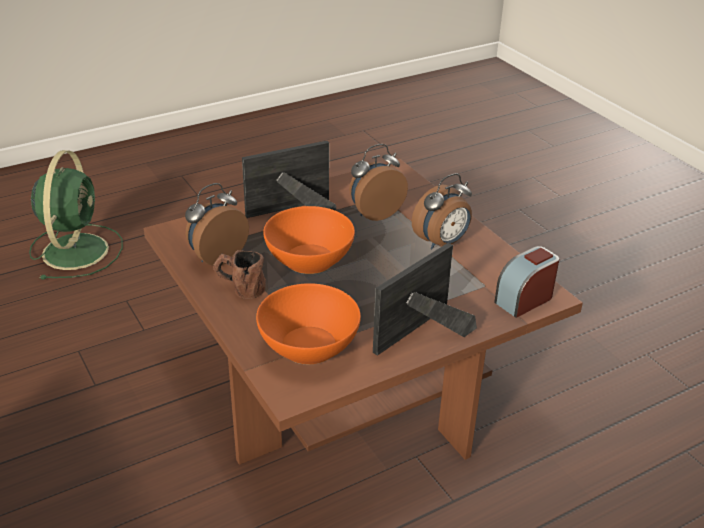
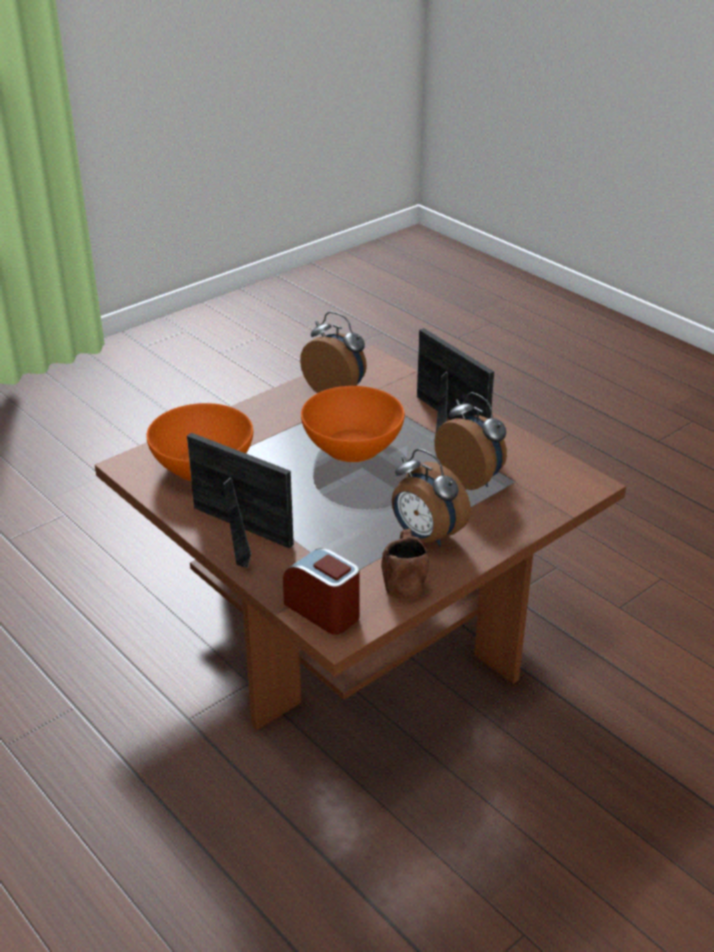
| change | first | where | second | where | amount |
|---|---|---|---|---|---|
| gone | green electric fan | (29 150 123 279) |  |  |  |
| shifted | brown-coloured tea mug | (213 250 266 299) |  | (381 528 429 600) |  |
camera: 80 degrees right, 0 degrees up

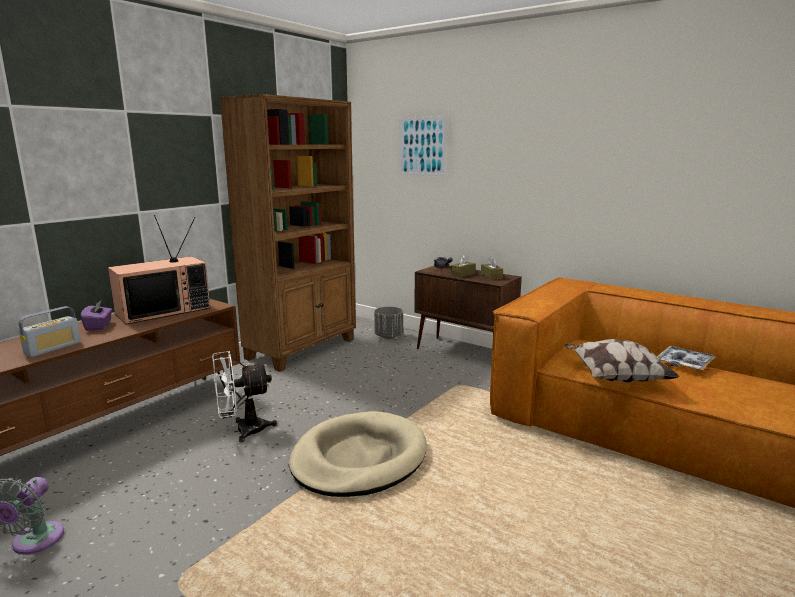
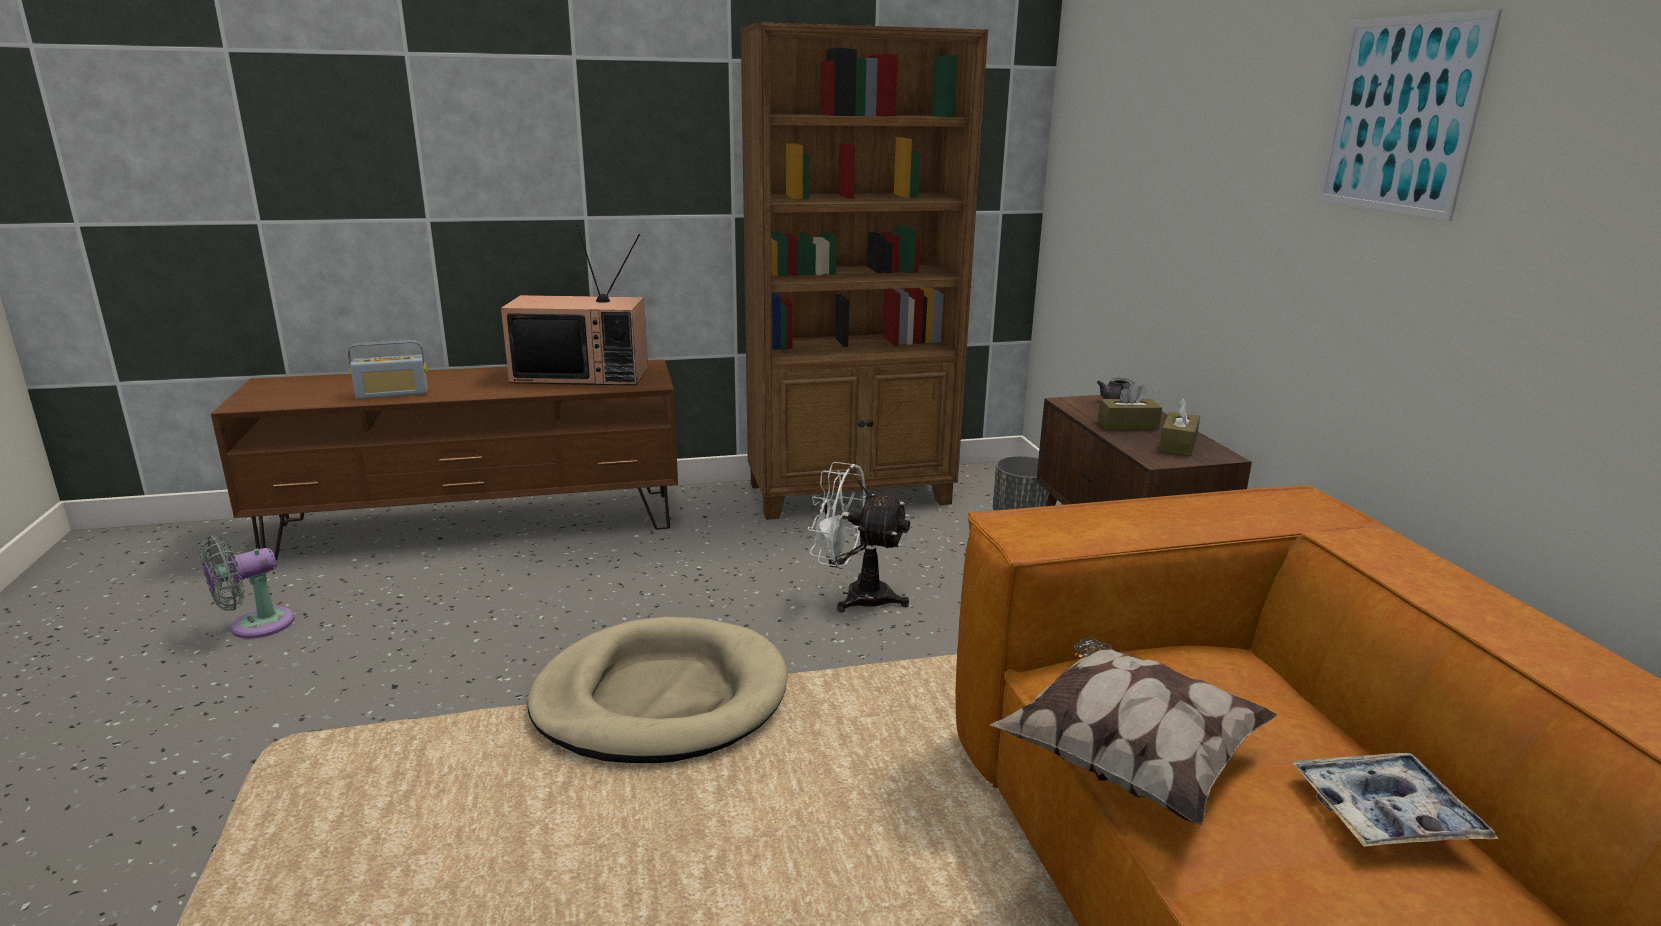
| change | first | where | second | where | amount |
|---|---|---|---|---|---|
| gone | purple tissue holder | (80 301 112 331) |  |  |  |
| shifted | white-coloured electric fan | (212 351 277 443) |  | (807 462 910 612) |  |
| shifted | wall art | (399 116 447 176) |  | (1318 9 1503 221) |  |
camera: 40 degrees right, 5 degrees up

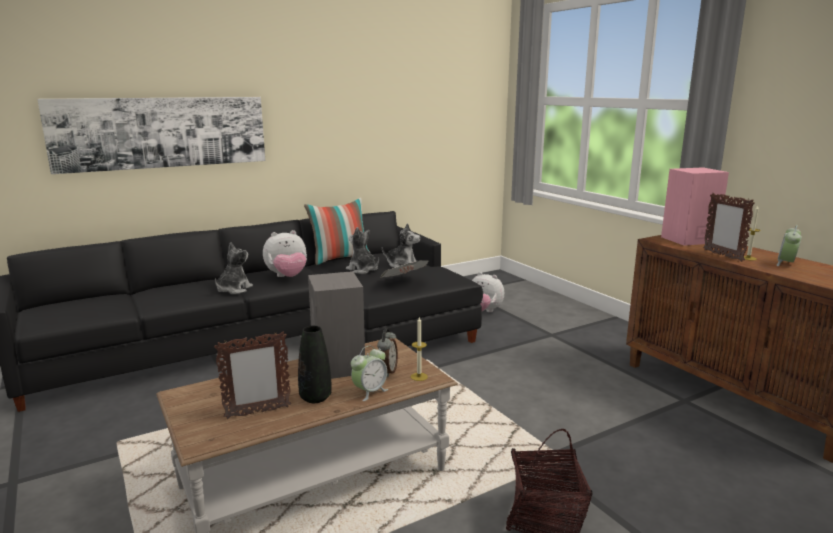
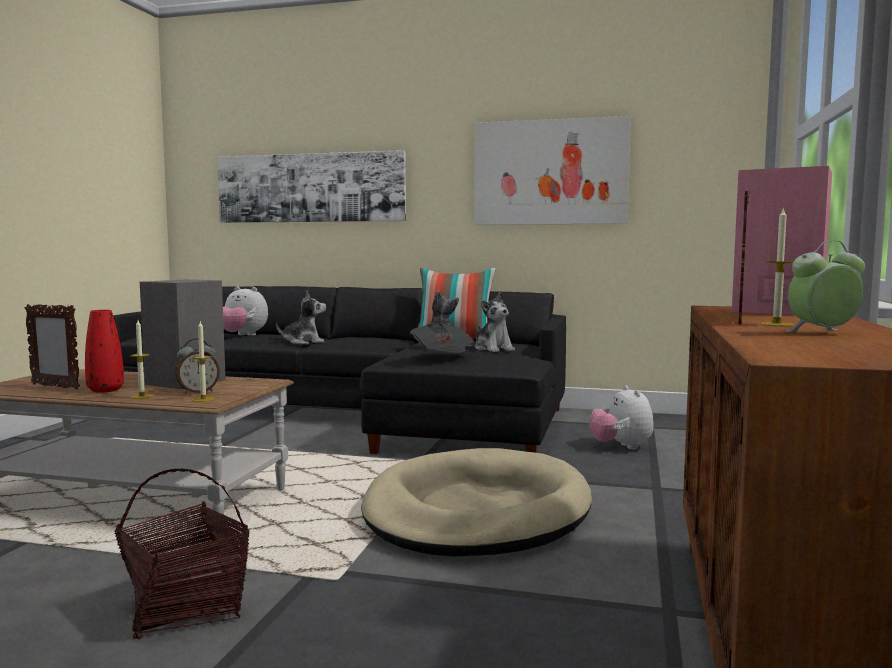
| change | first | where | second | where | amount |
|---|---|---|---|---|---|
| new |  |  | beige pet bed | (361 448 592 557) |  |
| new |  |  | wall art | (474 116 631 225) |  |
| shifted | plush toy | (263 230 307 277) |  | (223 287 268 336) |  |
| swapped | alarm clock | (351 345 388 401) | candle | (130 320 153 399) |  |
| repainted | black vase | (298 326 332 403) | red vase | (85 310 124 393) |  |
camera: 45 degrees right, 10 degrees down

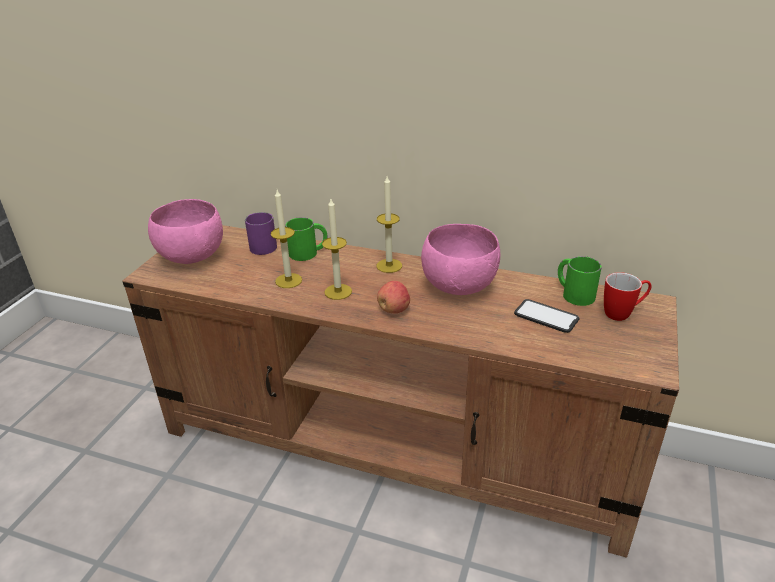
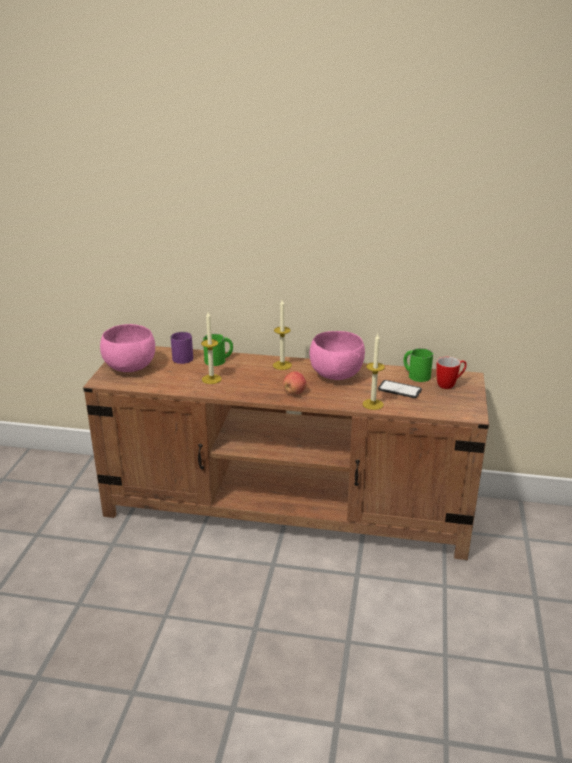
| change | first | where | second | where | amount |
|---|---|---|---|---|---|
| shifted | candle | (322 199 352 300) |  | (363 334 385 410) |  |
camera: 10 degrees left, 5 degrees down

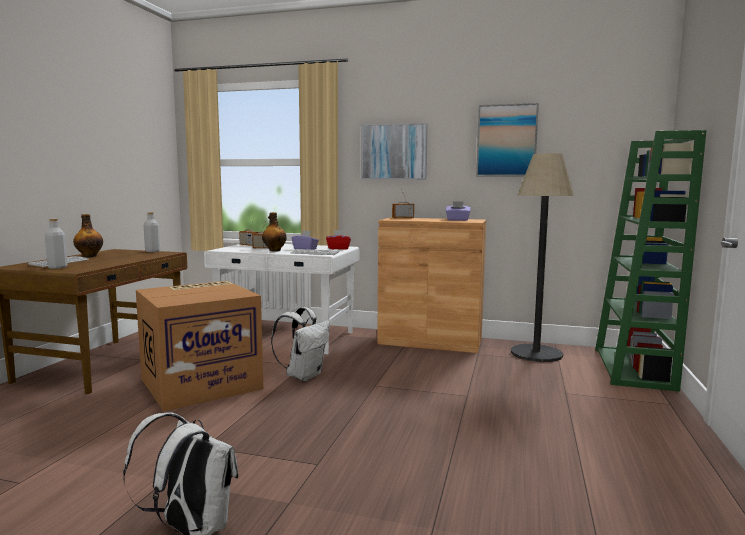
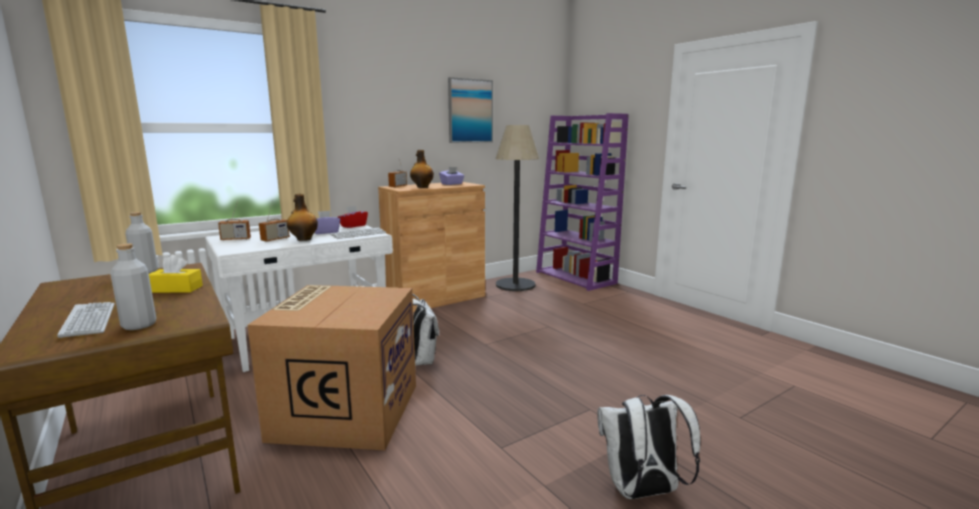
| change | first | where | second | where | amount |
|---|---|---|---|---|---|
| gone | wall art | (361 123 428 179) |  |  |  |
| new |  |  | yellow tissue holder | (149 255 203 293) |  |
| shifted | bottle | (73 214 103 257) |  | (410 150 434 188) |  |
| repainted | green shelving unit | (595 130 707 392) | purple shelving unit | (536 113 629 291) |  |
camera: 50 degrees left, 5 degrees up

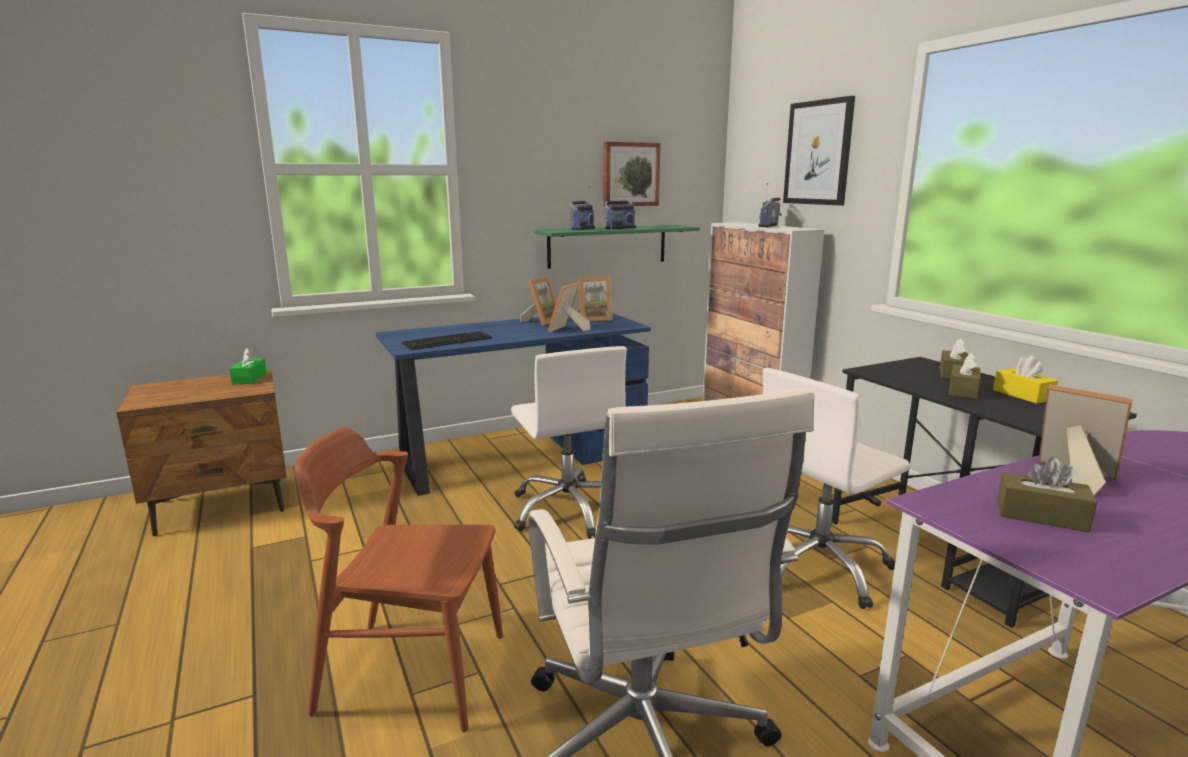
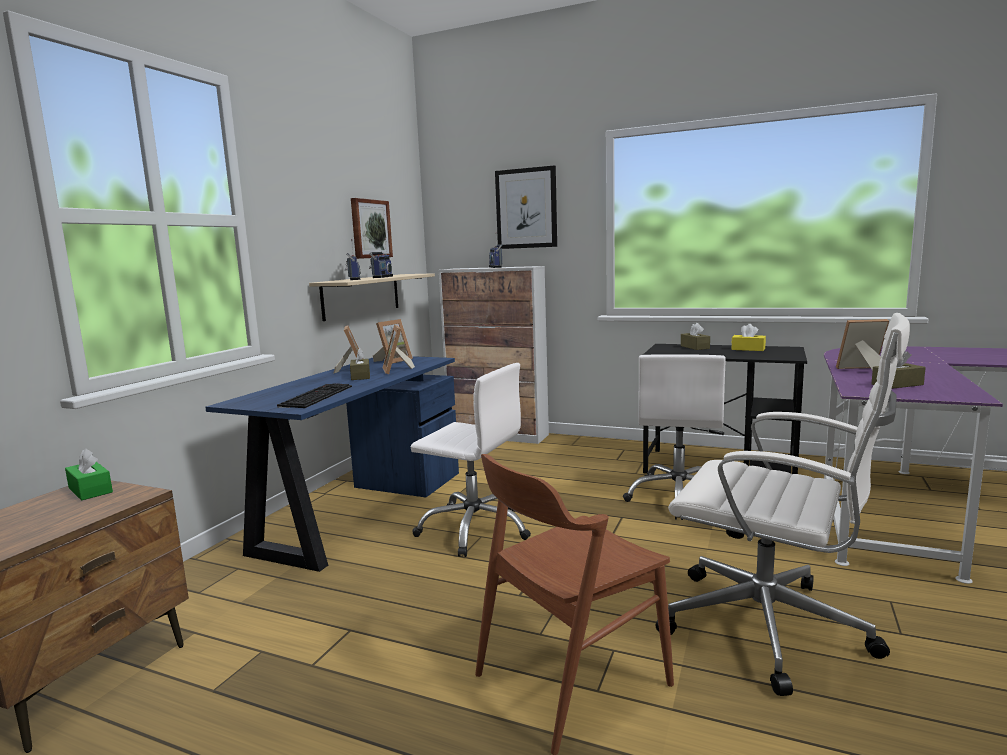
| change | first | where | second | where | amount |
|---|---|---|---|---|---|
| shifted | brown-coloured tissue holder | (949 352 981 399) |  | (350 348 370 380) |  |
| repainted | green bracket shelf | (533 225 700 269) | beige bracket shelf | (309 273 435 321) |  |
camera: 40 degrees left, 5 degrees down

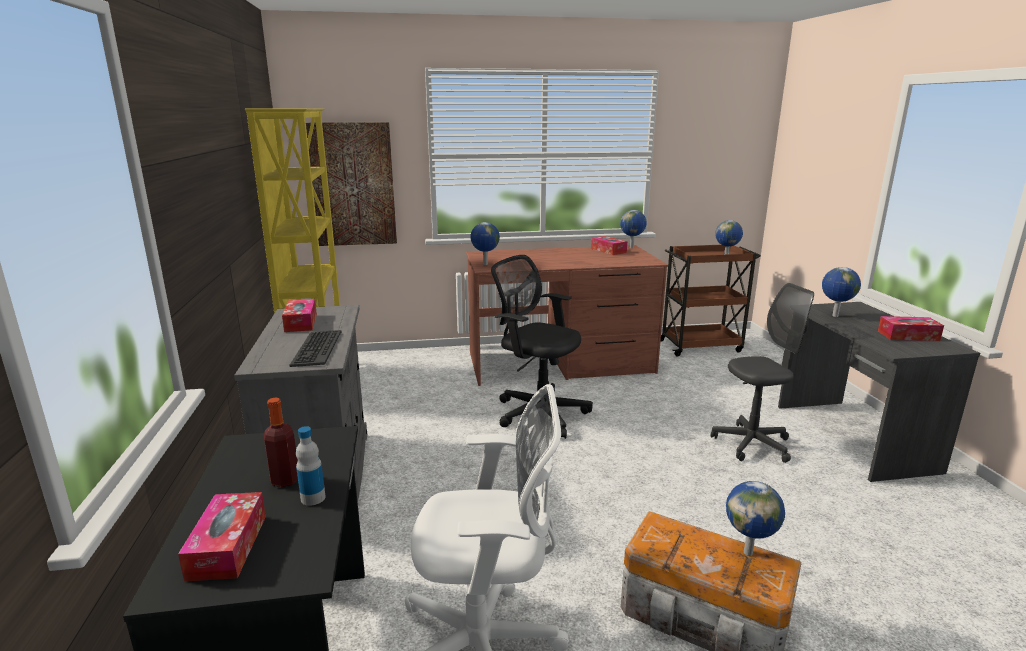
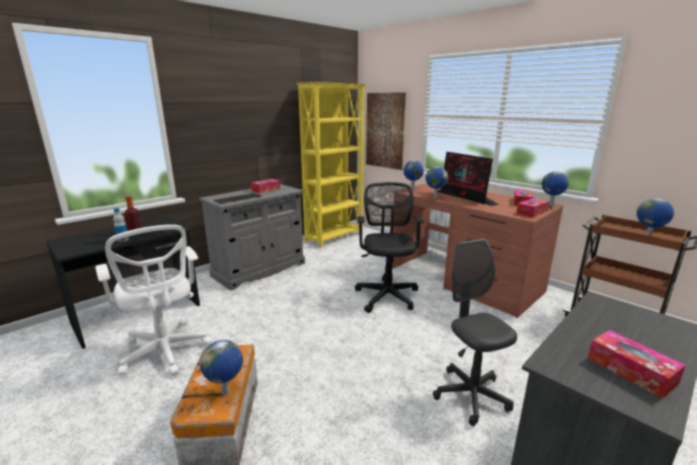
| change | first | where | second | where | amount |
|---|---|---|---|---|---|
| new |  |  | computer display | (438 152 499 206) |  |
| shifted | tissue holder | (178 492 266 582) |  | (516 198 549 218) |  |
| shifted | globe | (822 267 861 317) |  | (426 166 448 199) |  |
| rotated | grey desk chair | (711 283 814 463) |  | (433 239 517 426) | 150 degrees counterclockwise |
camera: 55 degrees right, 0 degrees up

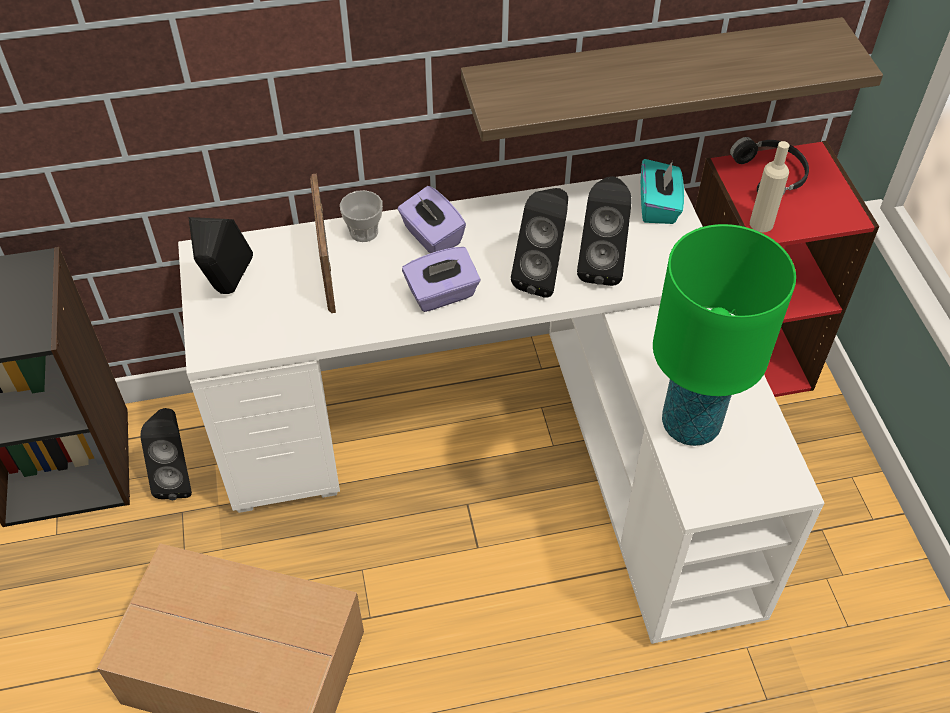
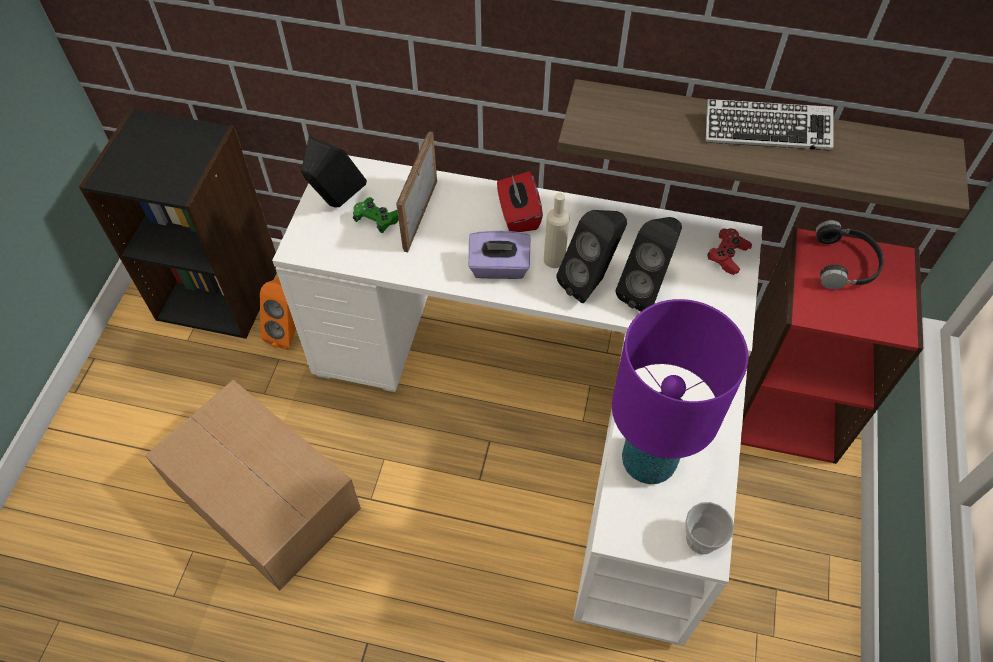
| change | first | where | second | where | amount |
|---|---|---|---|---|---|
| new |  |  | green joypad | (353 197 399 233) |  |
| new |  |  | keyboard | (705 99 834 151) |  |
| shifted | cup | (340 190 383 242) |  | (685 502 734 555) |  |
| shifted | beige bottle | (750 141 789 232) |  | (544 193 570 268) |  |
| swapped | turquoise-coloured tissue holder | (641 159 684 224) | red joypad | (707 228 752 275) |  |
| repainted | black speaker | (140 408 192 500) | orangey speaker | (260 278 296 350) |  |
| repainted | purple tissue holder | (398 186 466 253) | red tissue holder | (497 171 543 232) |  |
| repainted | green lamp for a table | (653 224 796 446) | purple lamp for a table | (612 299 748 484) |  |
camera: 25 degrees right, 5 degrees up

